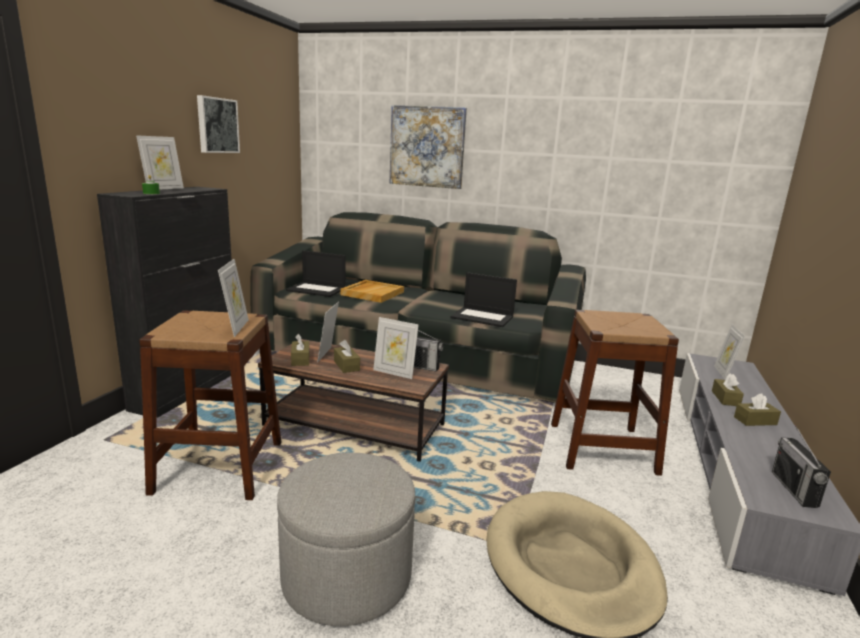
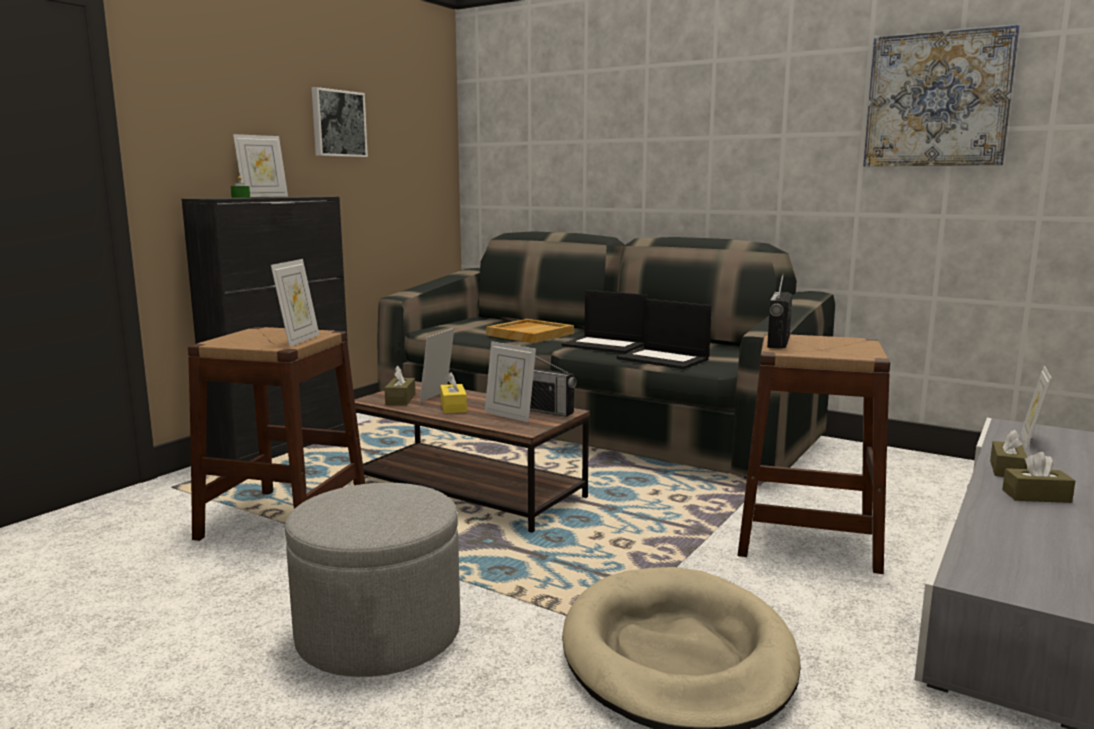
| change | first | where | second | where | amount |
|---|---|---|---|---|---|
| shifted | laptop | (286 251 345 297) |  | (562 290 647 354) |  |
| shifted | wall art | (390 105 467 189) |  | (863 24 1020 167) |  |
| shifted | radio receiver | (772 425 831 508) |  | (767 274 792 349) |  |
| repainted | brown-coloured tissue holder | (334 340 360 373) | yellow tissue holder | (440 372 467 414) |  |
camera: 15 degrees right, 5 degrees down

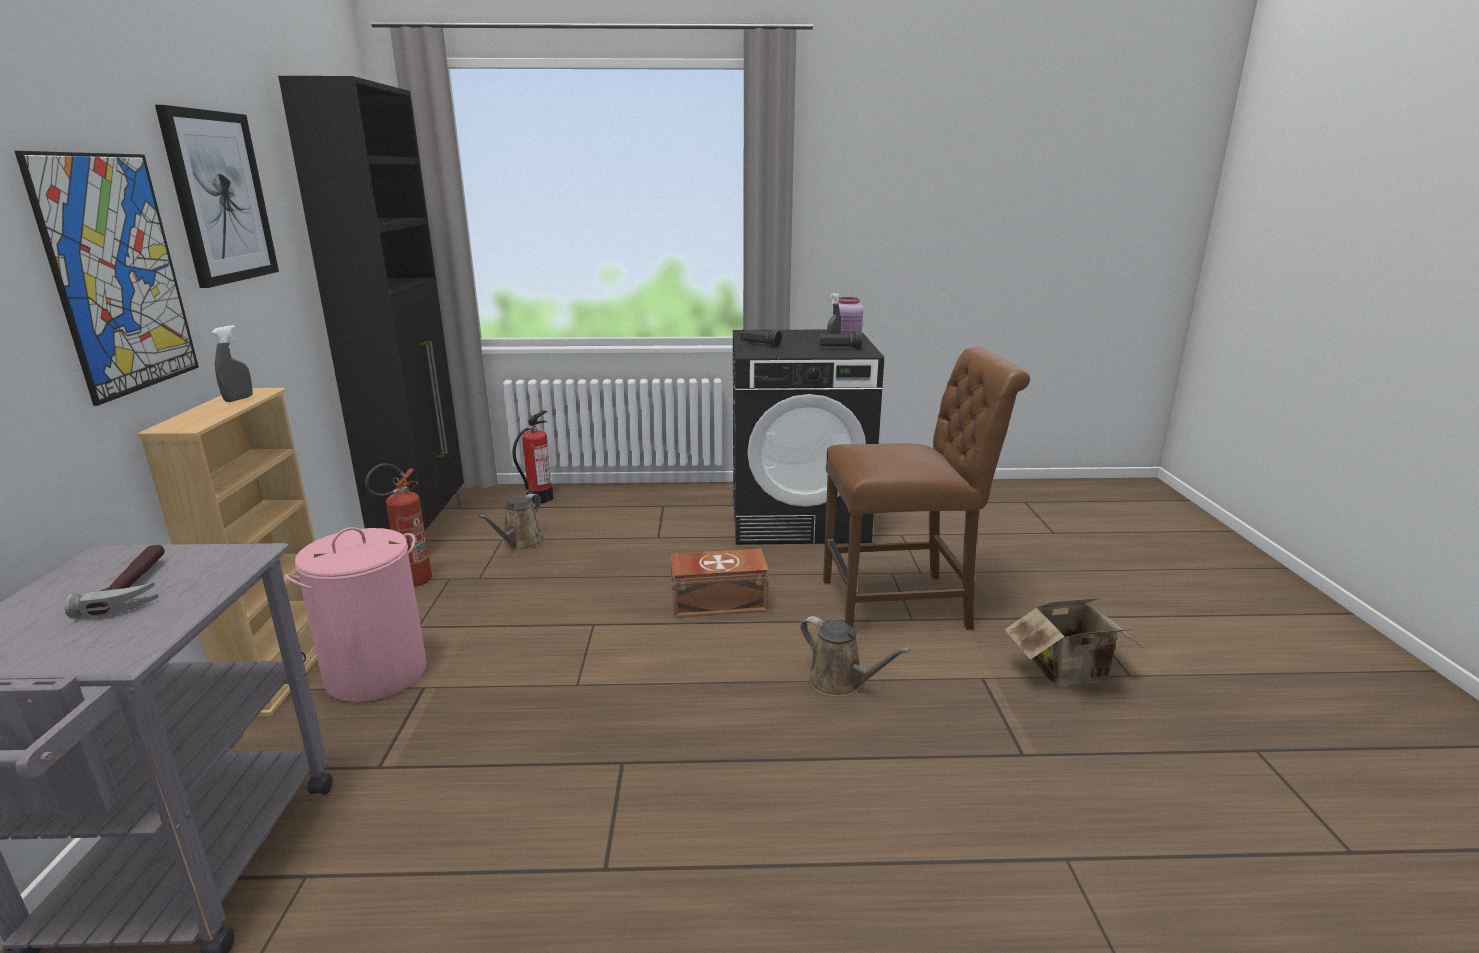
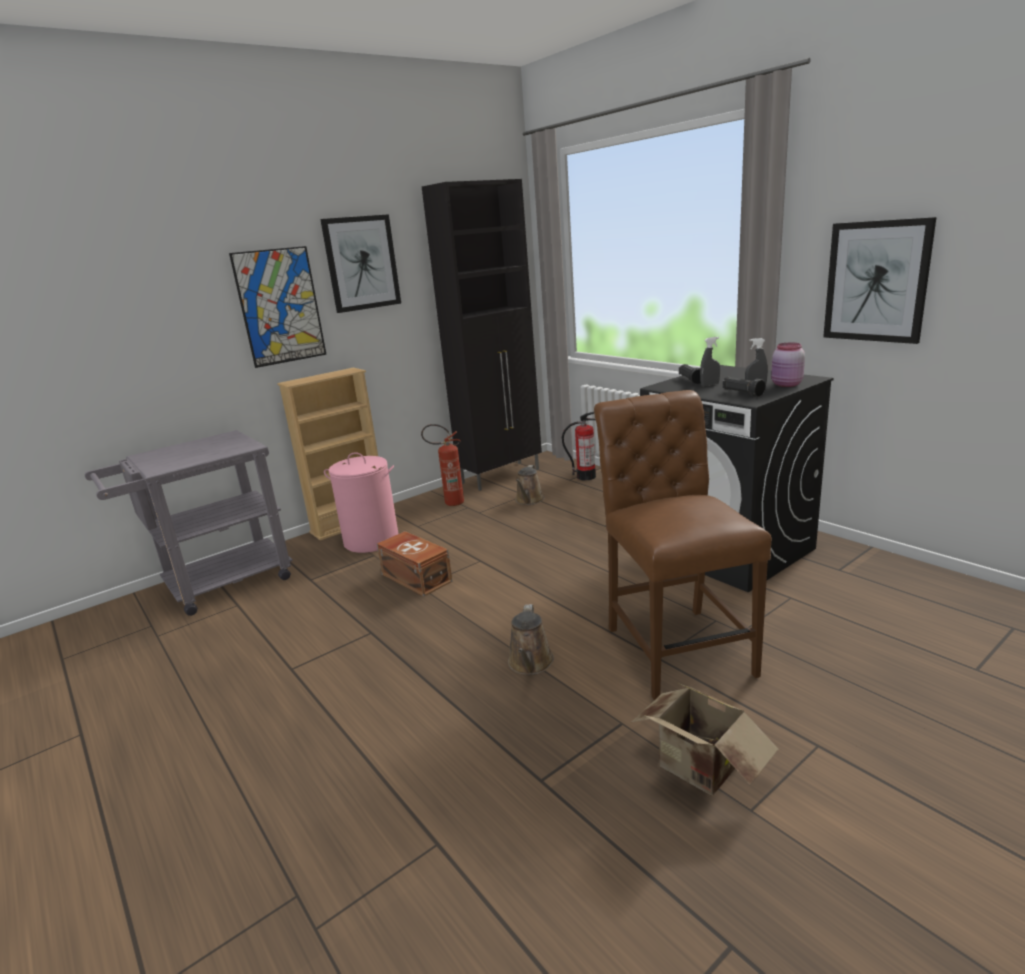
| change | first | where | second | where | amount |
|---|---|---|---|---|---|
| gone | hand hammer | (64 545 165 619) |  |  |  |
| new |  |  | wall art | (823 217 936 344) |  |
| shifted | grey sprayer | (211 325 253 402) |  | (700 337 720 387) |  |
| shifted | brown-coloured storage box | (670 549 769 618) |  | (377 531 452 596) |  |
| rotated | brown-coloured sprinkling can | (479 494 545 550) |  | (516 465 545 505) | 60 degrees counterclockwise |
| rotated | brown-coloured chair | (823 347 1030 630) |  | (594 390 772 700) | 150 degrees counterclockwise |
camera: 55 degrees right, 0 degrees up

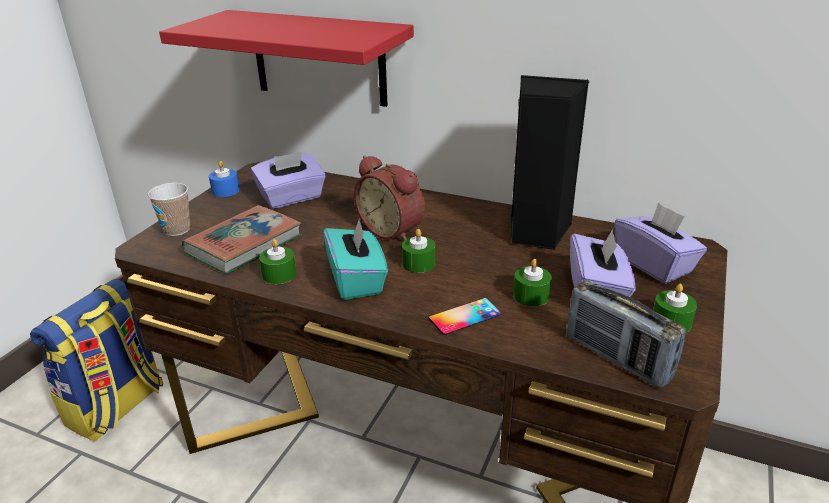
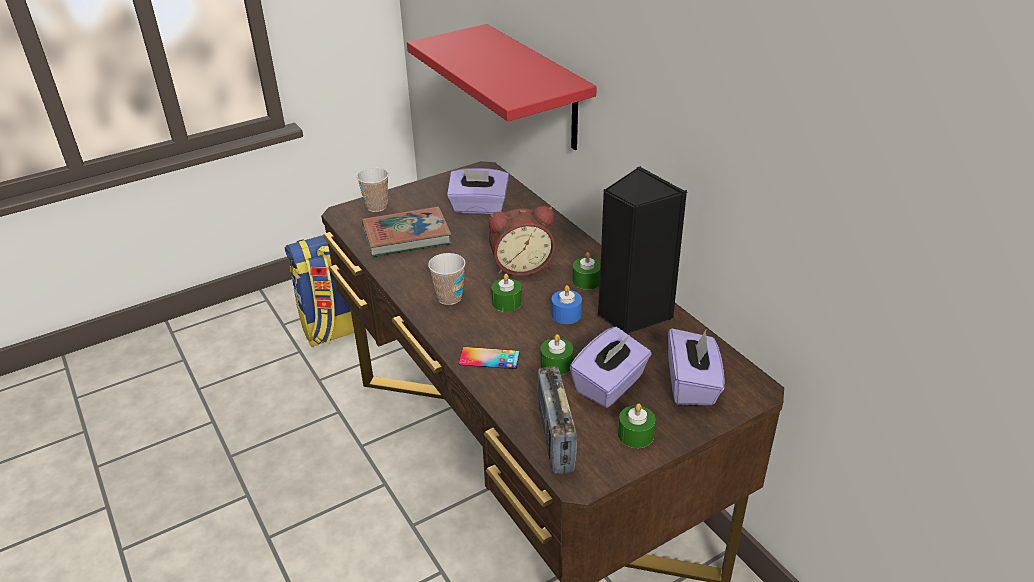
| change | first | where | second | where | amount |
|---|---|---|---|---|---|
| shifted | blue-coloured candle | (209 161 240 197) |  | (551 285 582 324) |  |
| shifted | green candle | (259 239 297 284) |  | (572 252 601 290) |  |
| swapped | turquoise-coloured tissue holder | (323 217 388 300) | cup | (428 253 466 305) |  |
| rotated | alarm clock | (354 155 425 241) |  | (489 206 555 276) | 90 degrees counterclockwise |
camera: 35 degrees right, 5 degrees up

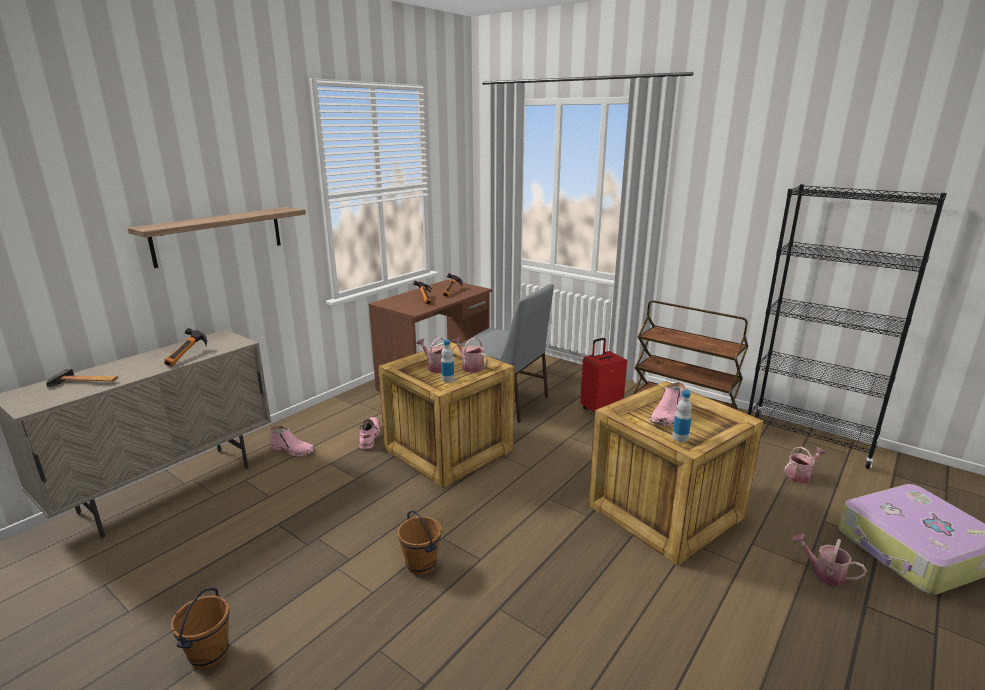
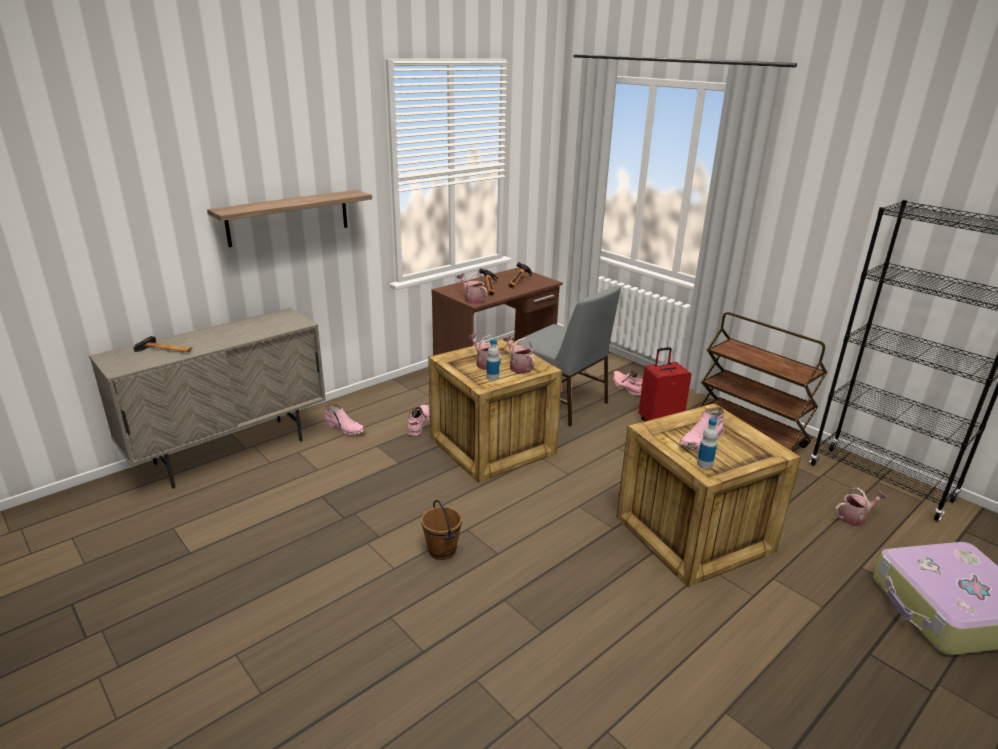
| change | first | where | second | where | amount |
|---|---|---|---|---|---|
| gone | hand hammer | (164 328 207 367) |  |  |  |
| gone | brown-coloured water bucket | (171 588 230 669) |  |  |  |
| new |  |  | pinkish high-top boot | (612 370 643 395) |  |
| shifted | sprinkling can | (792 533 867 586) |  | (457 273 488 304) |  |
camera: 10 degrees right, 5 degrees up

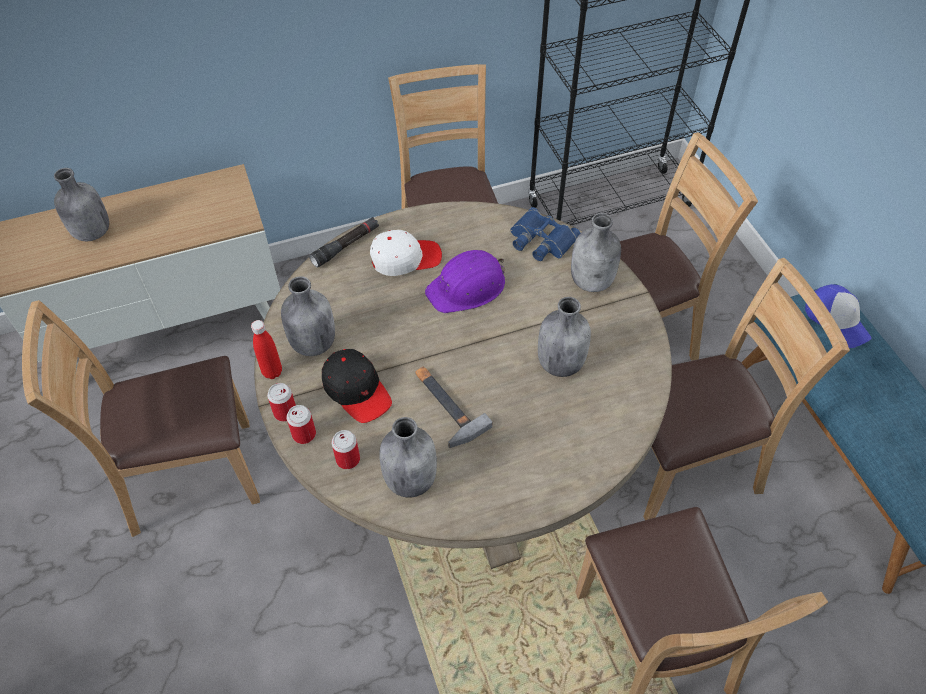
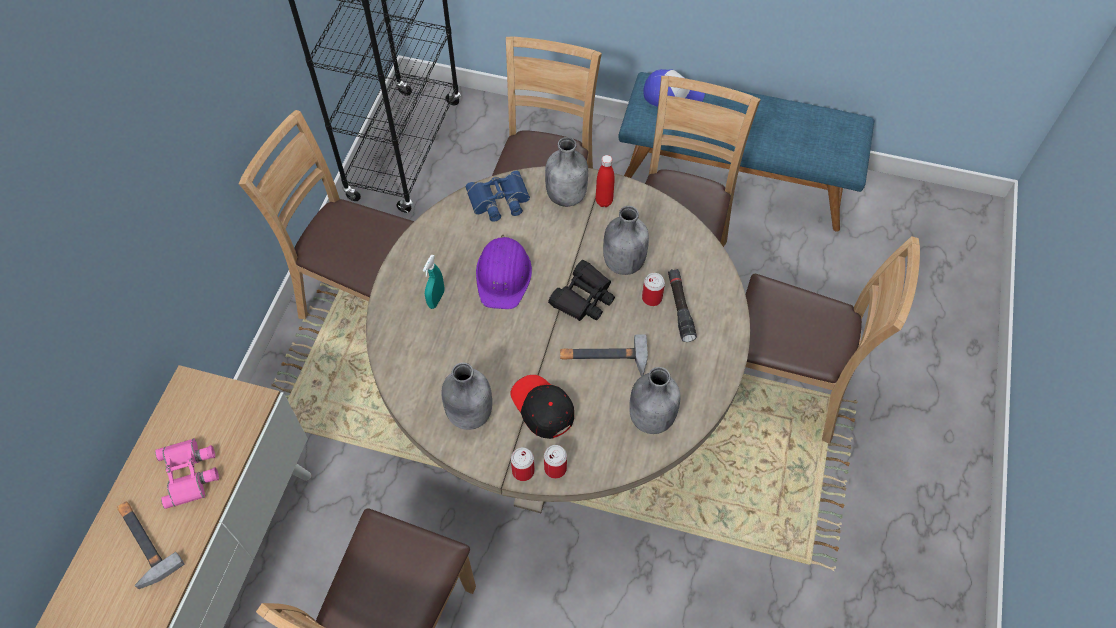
| change | first | where | second | where | amount |
|---|---|---|---|---|---|
| new |  |  | pinkish field glasses | (155 438 219 509) |  |
| new |  |  | black field glasses | (548 260 615 321) |  |
| shifted | red bottle | (251 320 282 379) |  | (596 155 615 207) |  |
| shifted | black flashlight | (309 217 379 268) |  | (668 269 697 342) |  |
| shifted | sealed can | (332 430 360 469) |  | (642 273 665 306) |  |
| swapped | grey bottle | (54 168 109 241) | hand hammer | (117 501 184 589) |  |
| swapped | white-coloured baseball cap | (370 230 442 276) | turquoise-coloured sprayer | (423 255 444 309) |  |
| rotated | black baseball cap | (322 349 392 423) |  | (510 375 574 439) | 120 degrees counterclockwise |
camera: 55 degrees left, 5 degrees up

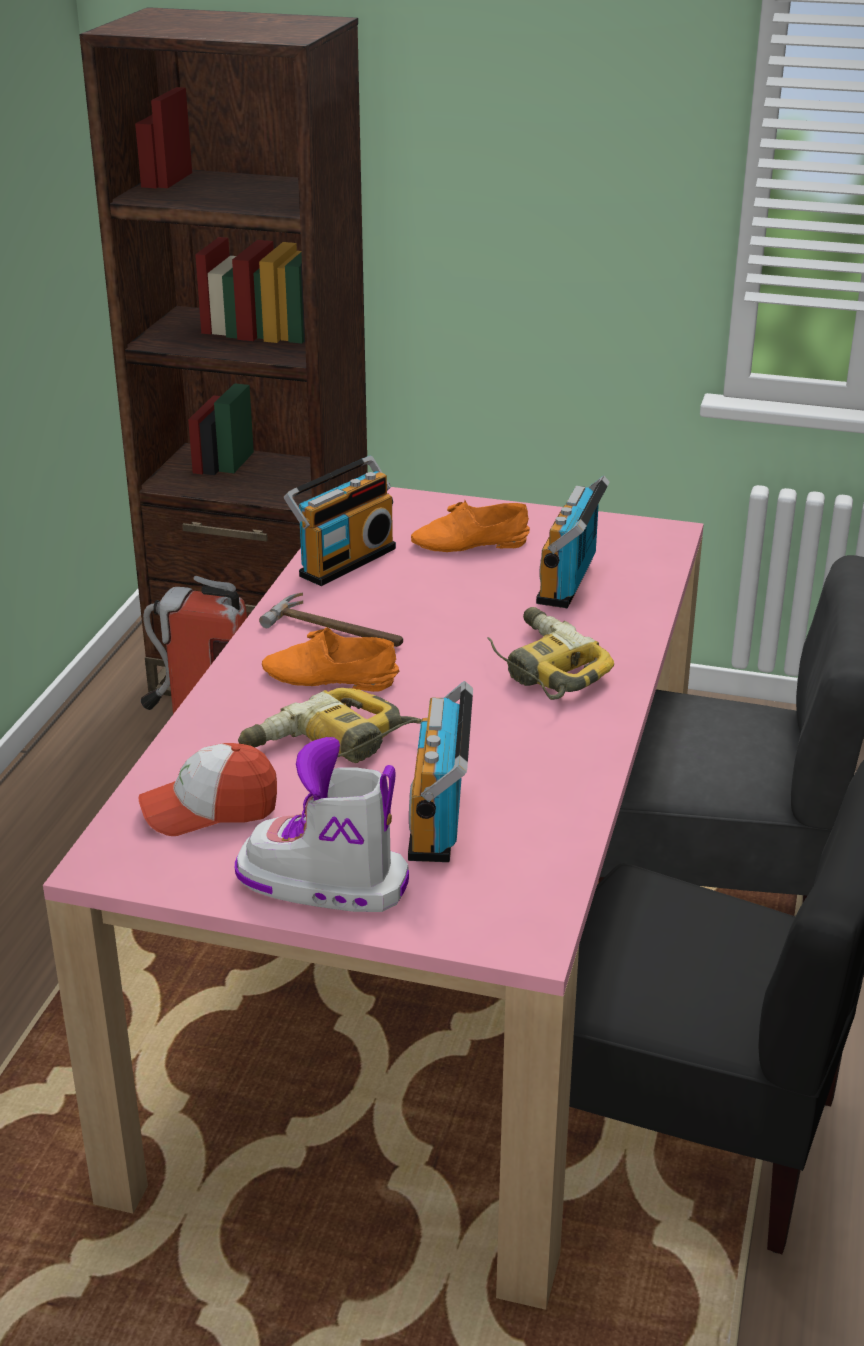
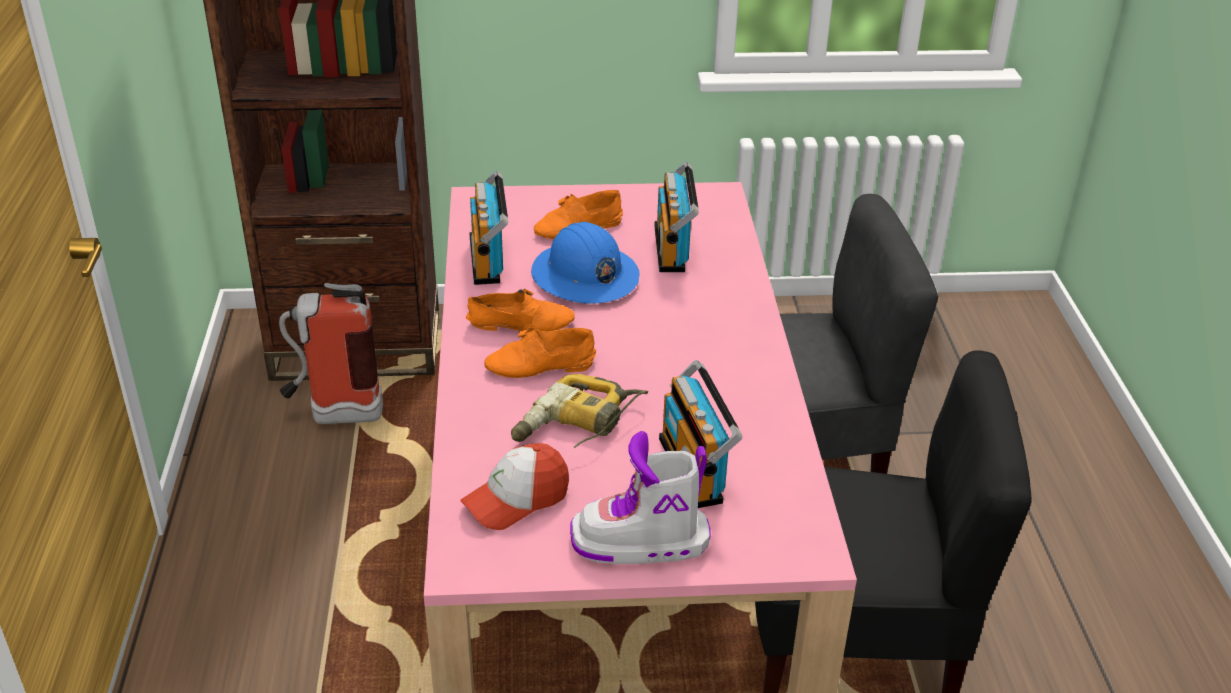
| change | first | where | second | where | amount |
|---|---|---|---|---|---|
| gone | electric drill | (487 607 614 700) |  |  |  |
| new |  |  | blue-coloured work helmet | (531 222 639 304) |  |
| swapped | hand hammer | (259 592 403 647) | orangey item of footwear | (466 289 575 331) |  |
| rotated | radio receiver | (284 456 396 586) |  | (469 171 508 285) | 150 degrees clockwise |
camera: 20 degrees left, 5 degrees up

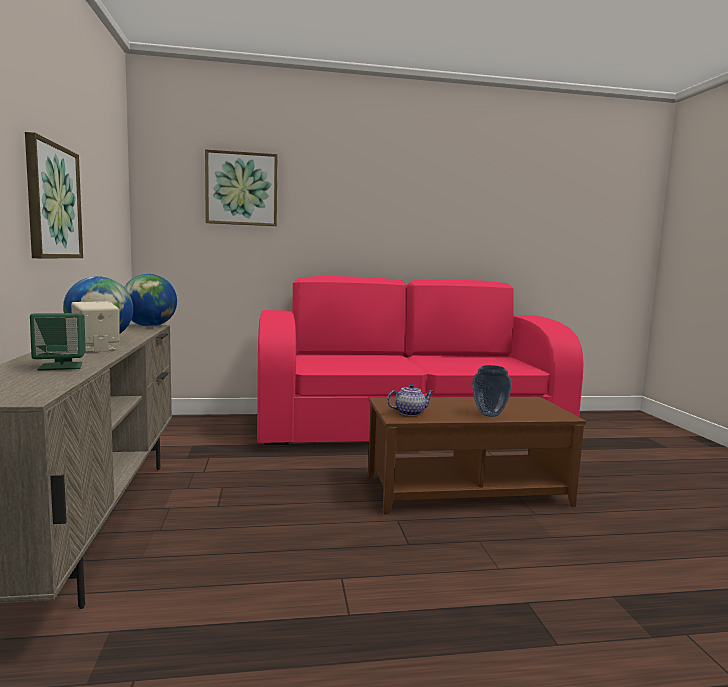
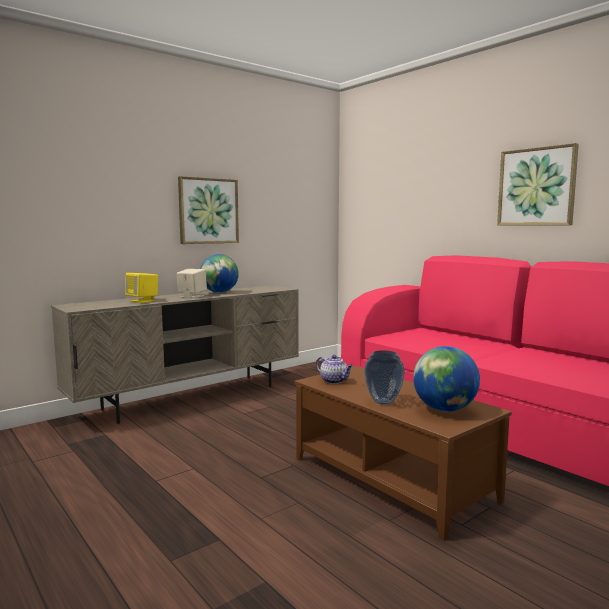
| change | first | where | second | where | amount |
|---|---|---|---|---|---|
| shifted | globe | (124 274 177 327) |  | (413 346 480 412) |  |
| shifted | wall art | (205 149 278 226) |  | (497 143 579 225) |  |
| repainted | green speaker | (30 313 86 371) | yellow speaker | (125 273 158 303) |  |
camera: 60 degrees right, 0 degrees up

